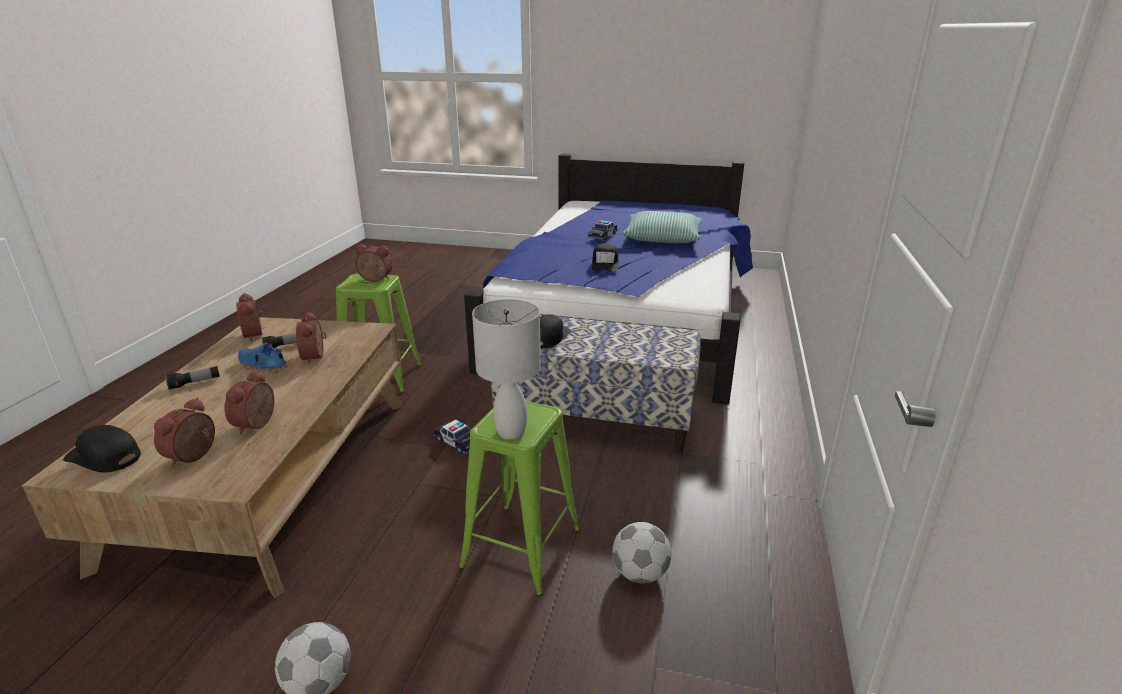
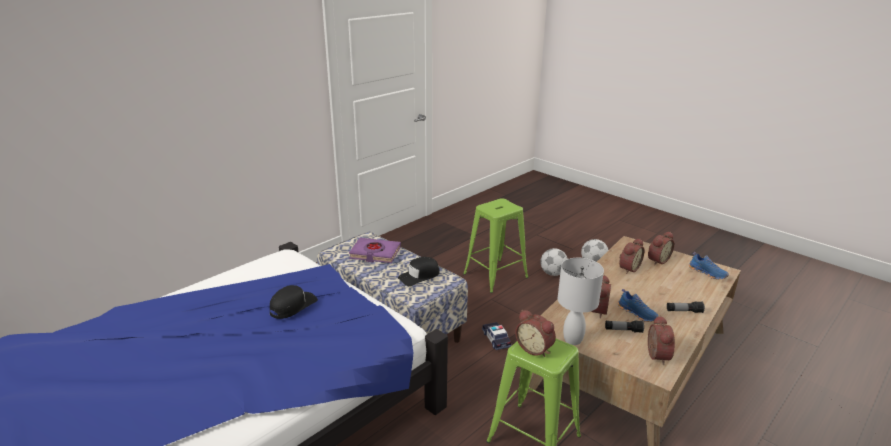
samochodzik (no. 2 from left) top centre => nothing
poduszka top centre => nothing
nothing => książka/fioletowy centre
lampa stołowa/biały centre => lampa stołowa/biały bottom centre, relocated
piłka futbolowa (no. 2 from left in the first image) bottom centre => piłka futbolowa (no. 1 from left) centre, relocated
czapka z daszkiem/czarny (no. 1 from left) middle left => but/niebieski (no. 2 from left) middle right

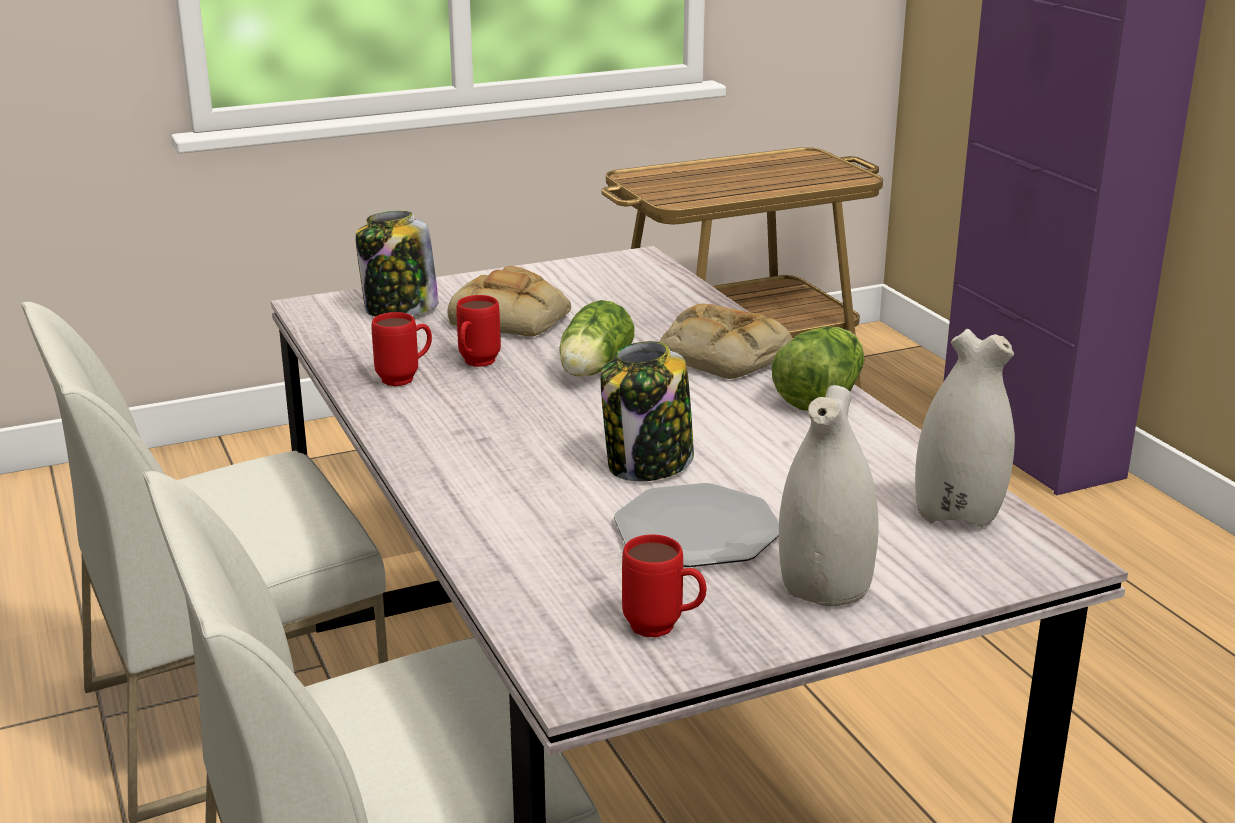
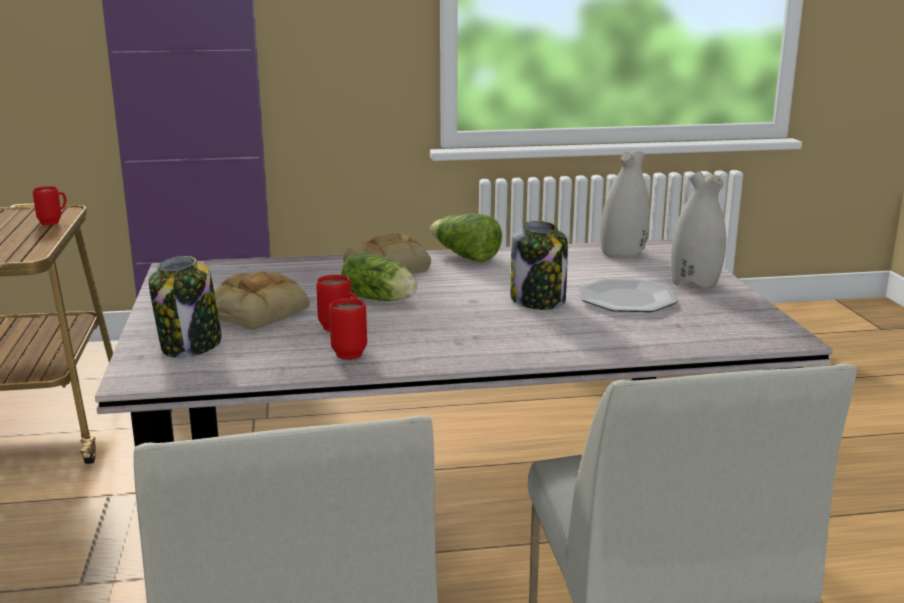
kubek/czerwony (no. 3 from left in the first image) bottom centre => kubek/czerwony (no. 1 from left) middle left, relocated

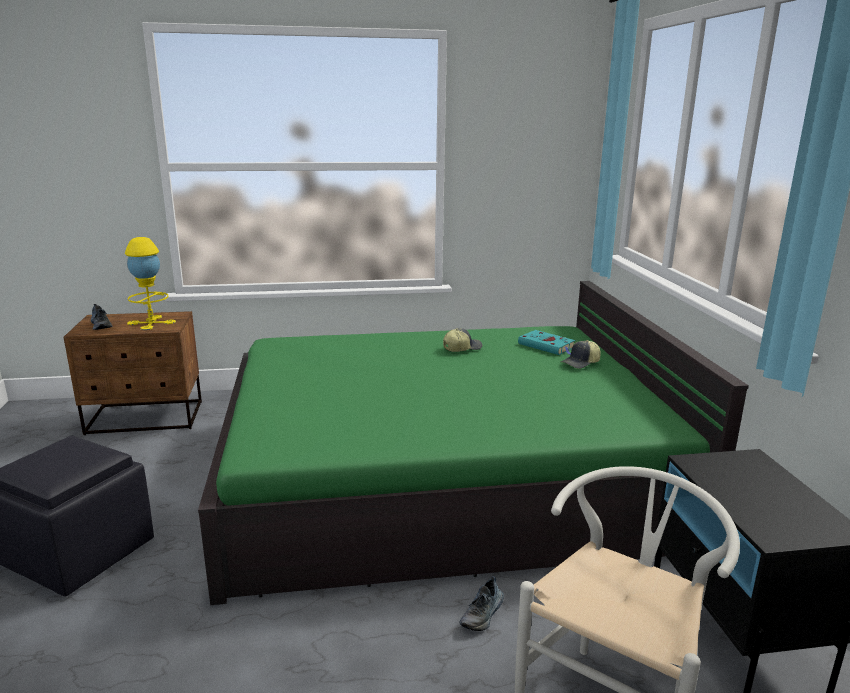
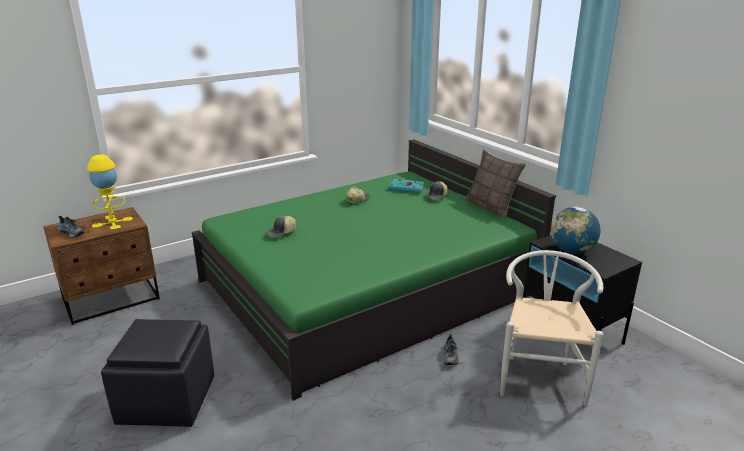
nothing => czapka z daszkiem (no. 1 from left) centre
nothing => poduszka centre
nothing => globus middle right

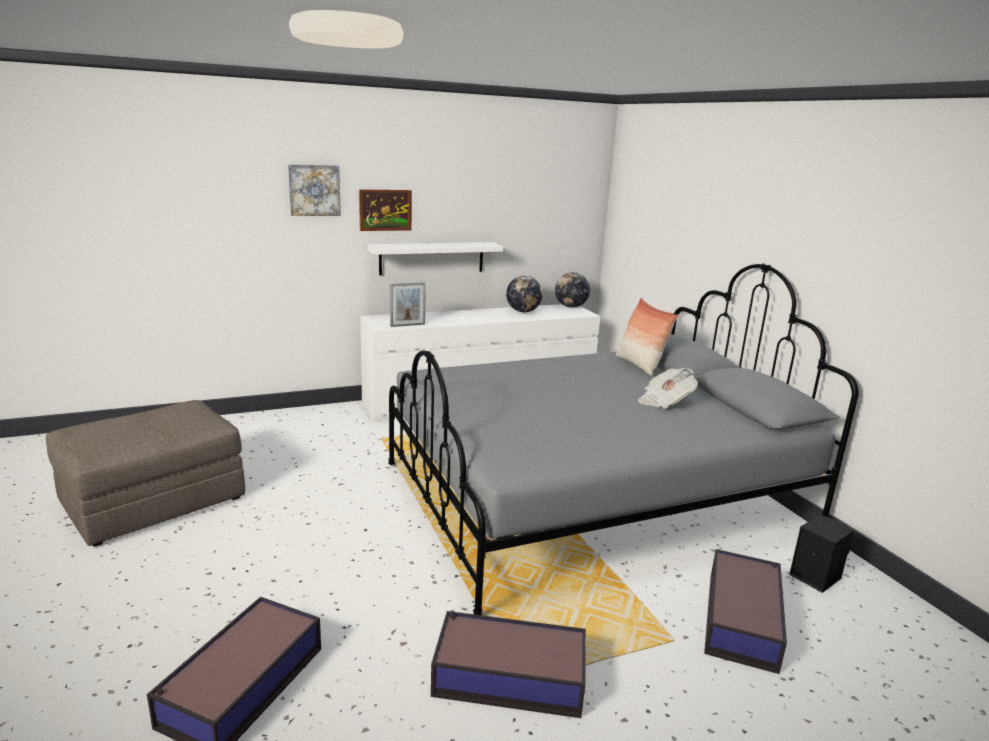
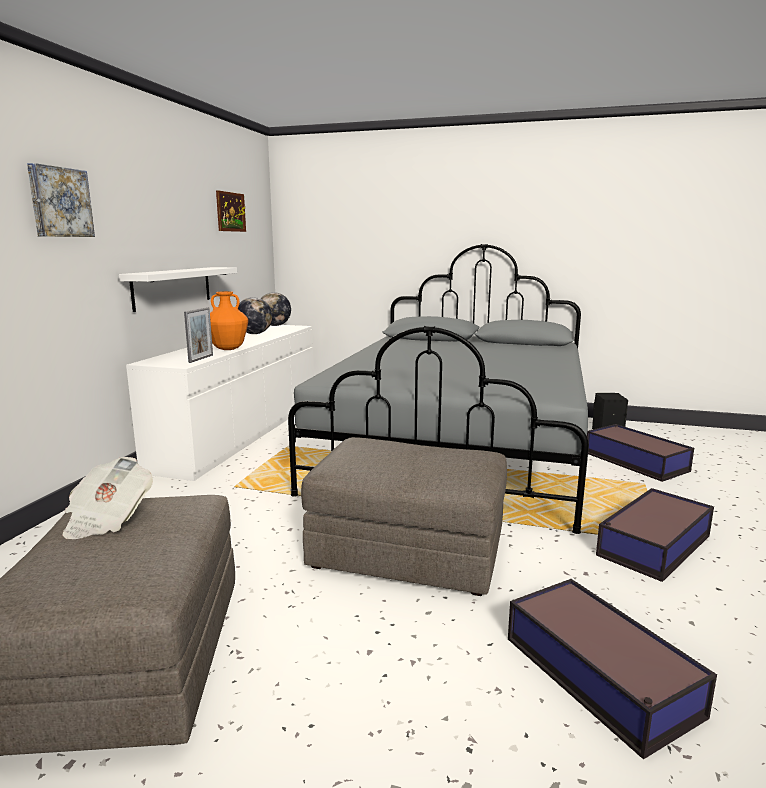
poduszka centre => nothing
nothing => wazon/pomarańczowy middle left
nothing => pufa/szary (no. 2 from left) centre
obraz (no. 2 from left) top centre => obraz (no. 2 from left) top left, relocated
gazeta middle right => gazeta middle left, relocated

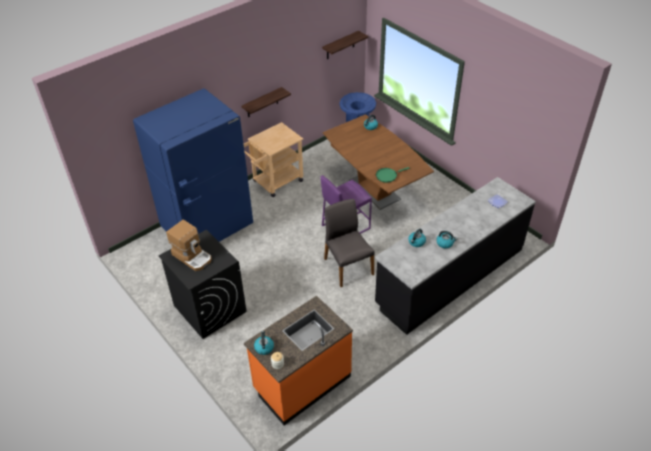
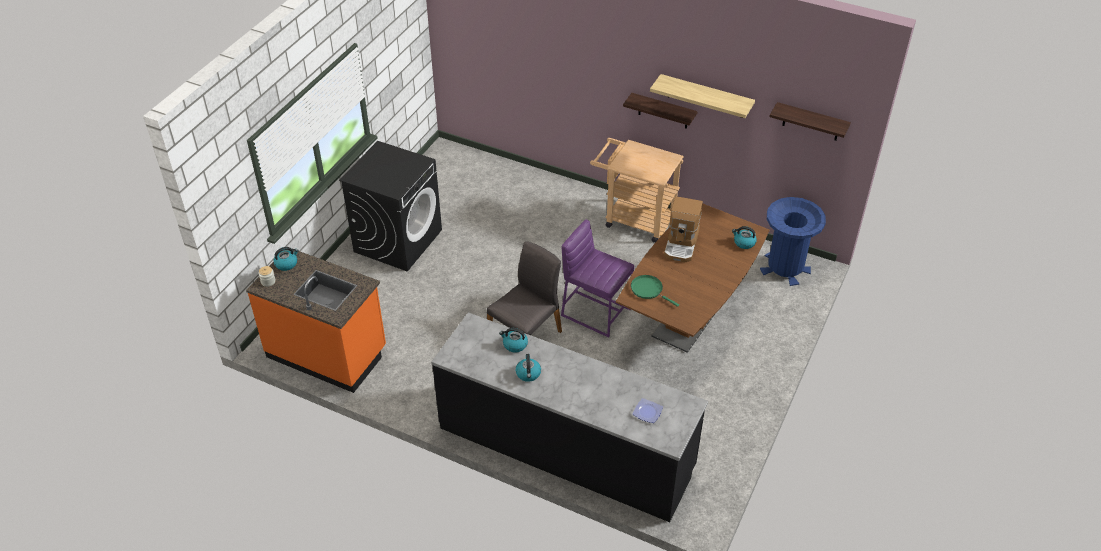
lodówka/niebieski middle left => nothing
nothing => półka (no. 2 from left) top centre
ekspres do kawy middle left => ekspres do kawy centre, relocated

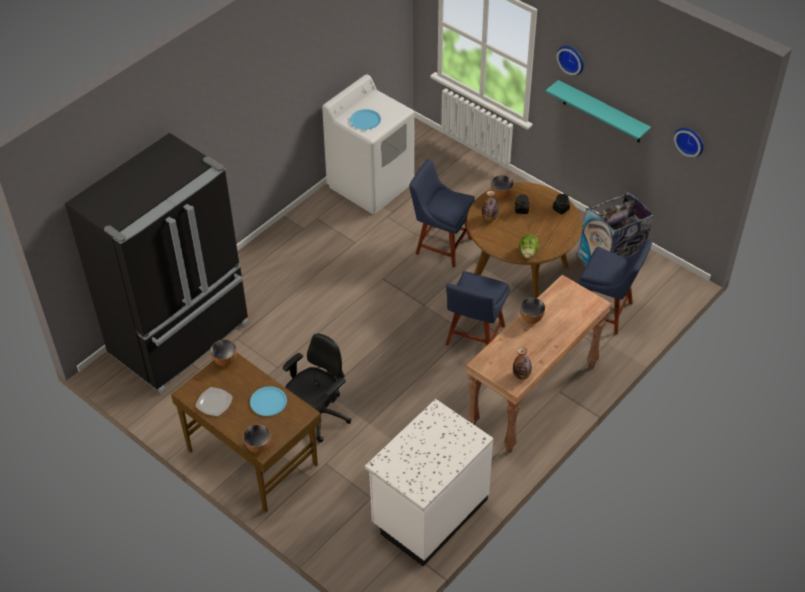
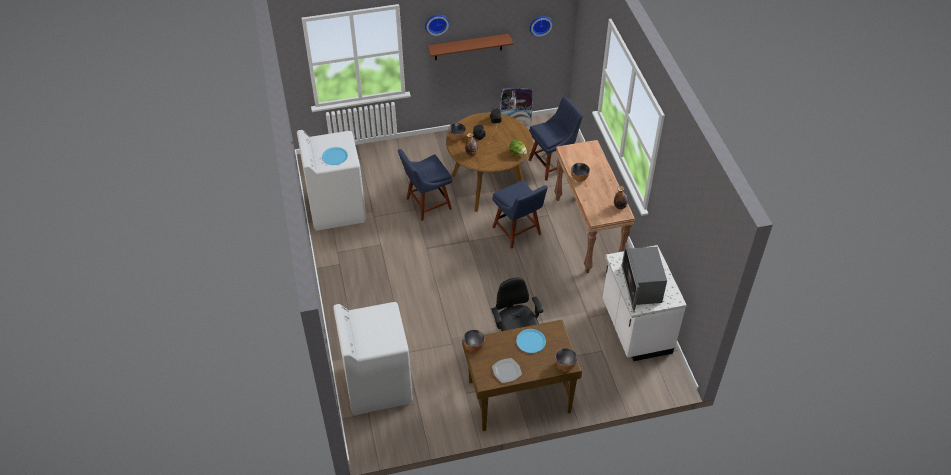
nothing => mikrofalówka middle right
lodówka/czarny middle left => pralka/biały (no. 2 from left) bottom centre
półka/turkusowy top right => półka/brązowy top centre

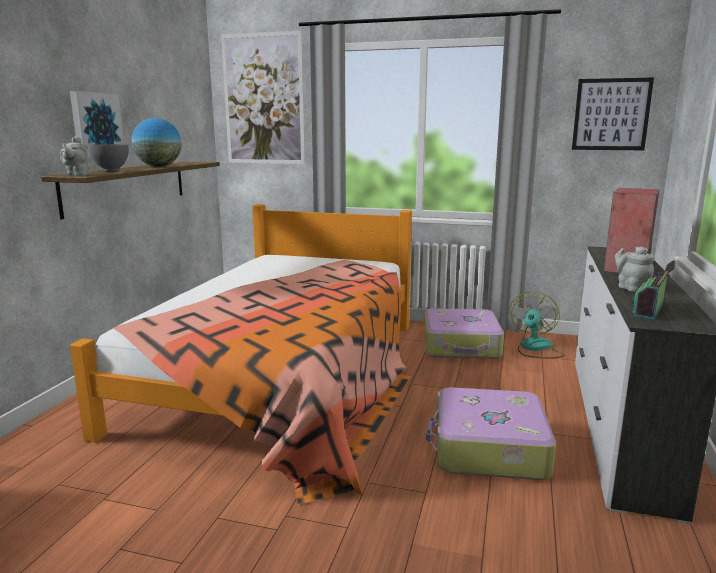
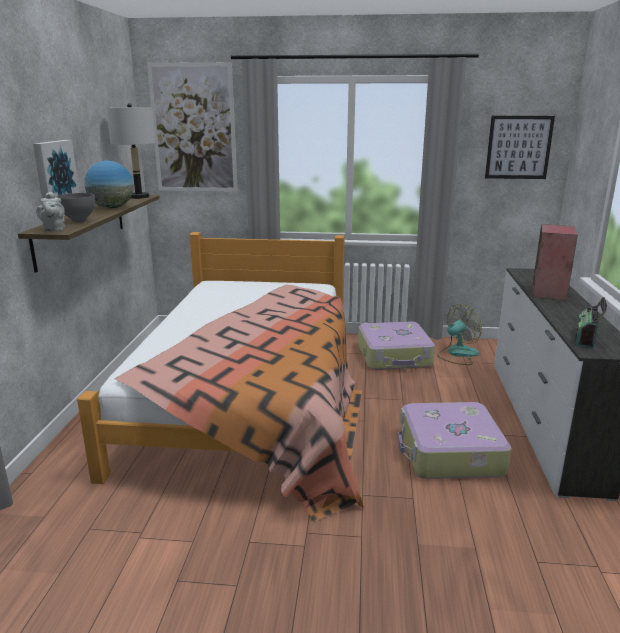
imbryk/szary (no. 2 from left) middle right => nothing
nothing => lampa stołowa/szary top left
wentylator middle right, 45 degrees clockwise

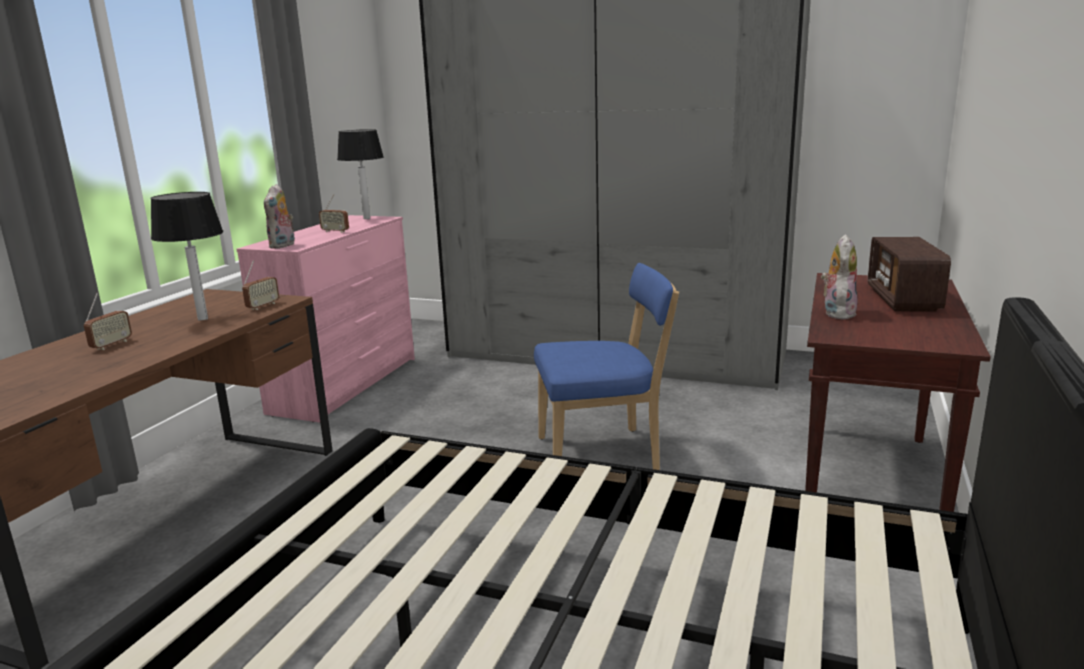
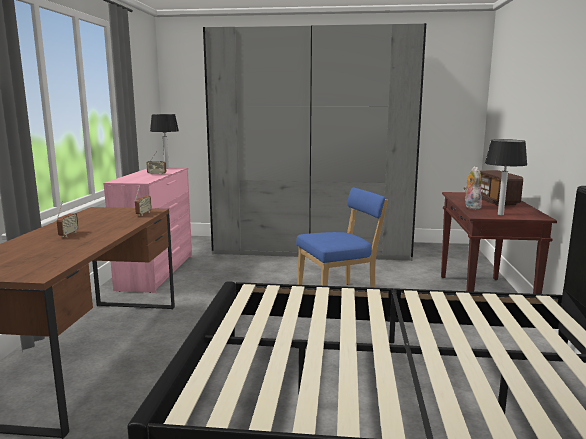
pluszak (no. 1 from left) top left => nothing
lampa stołowa (no. 1 from left in the first image) middle left => lampa stołowa (no. 2 from left) middle right, relocated

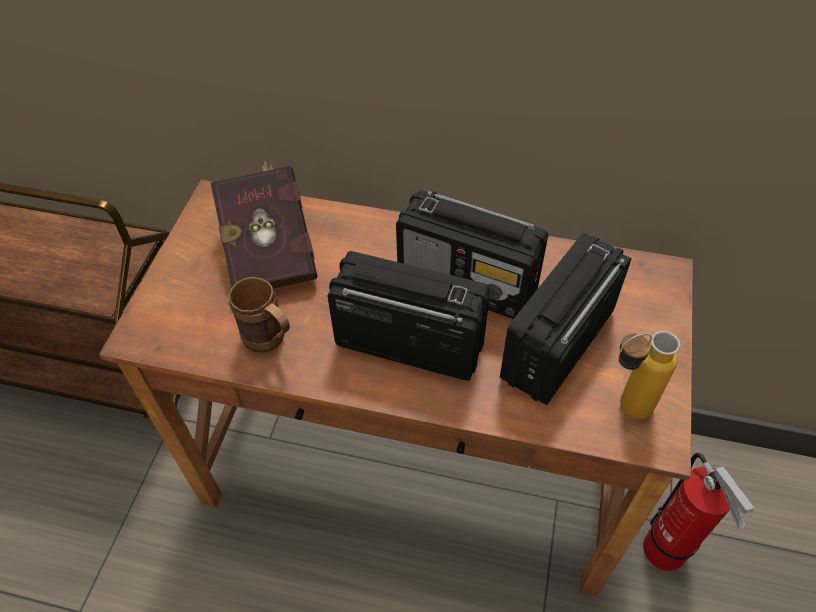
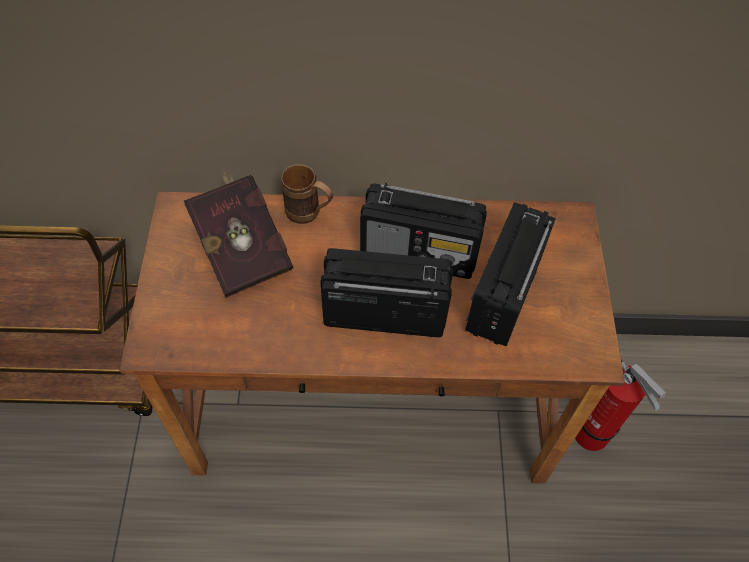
butelka middle right => nothing
kubek/brązowy middle left => kubek/brązowy centre, relocated

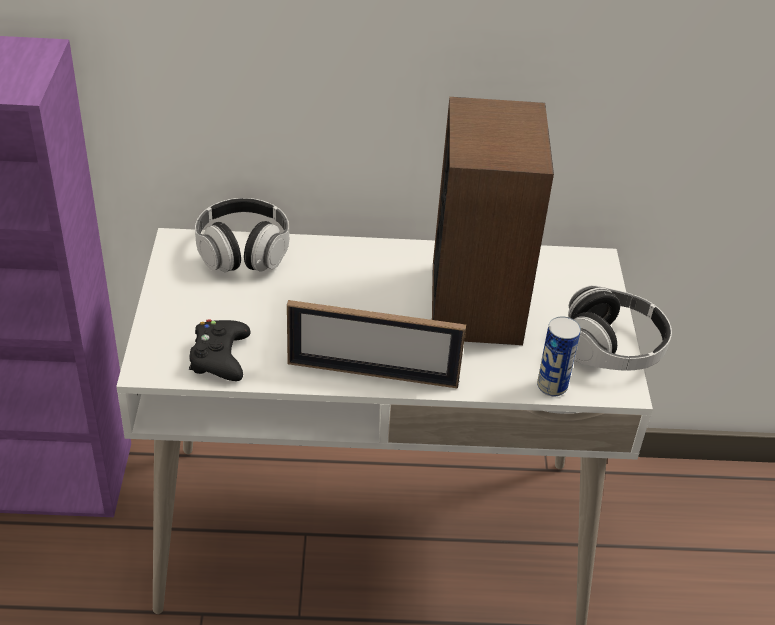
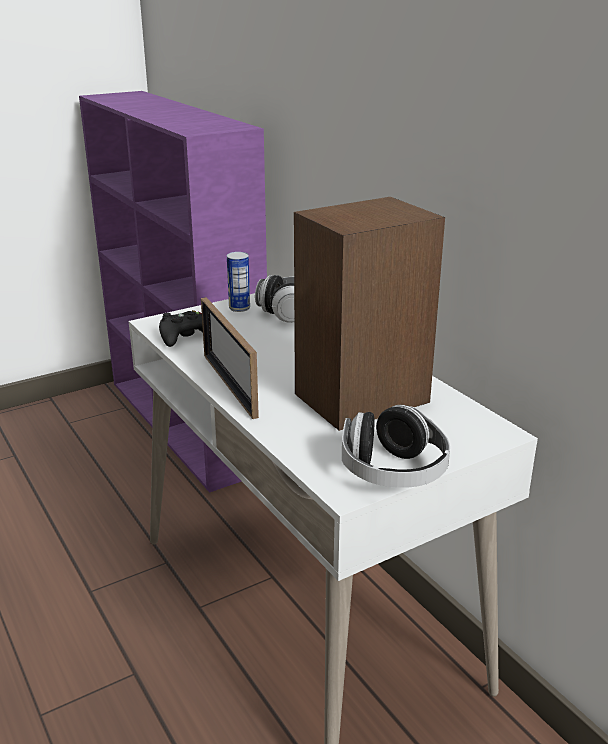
puszka middle right => puszka centre, relocated

